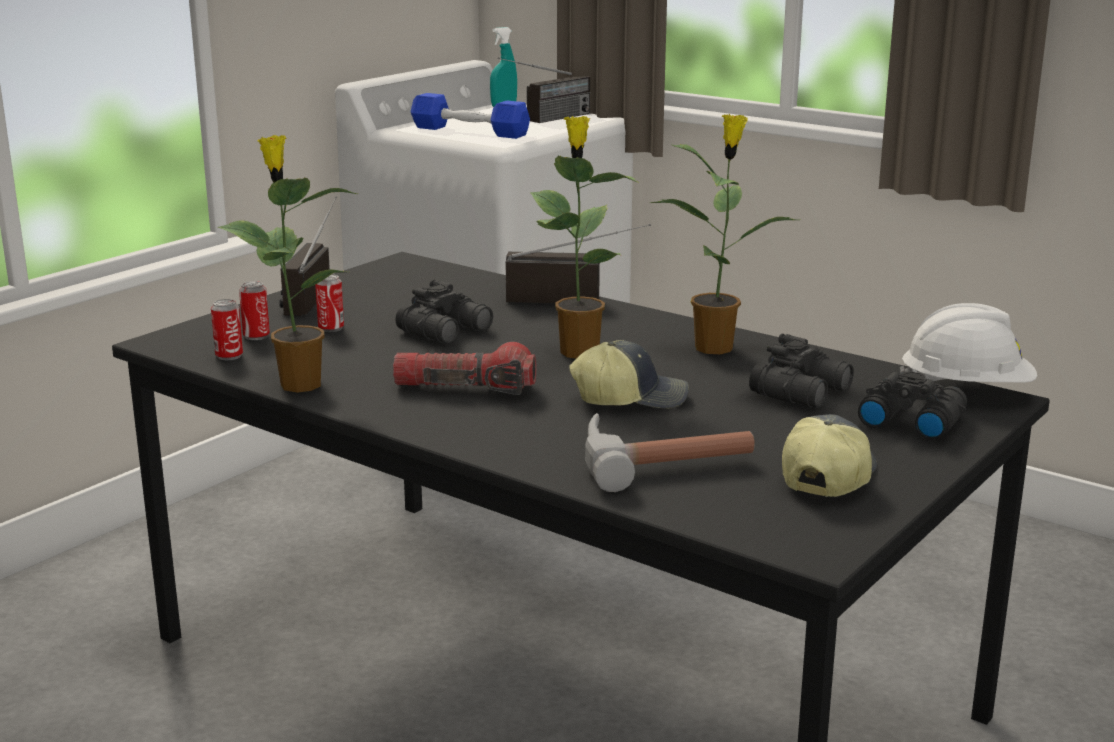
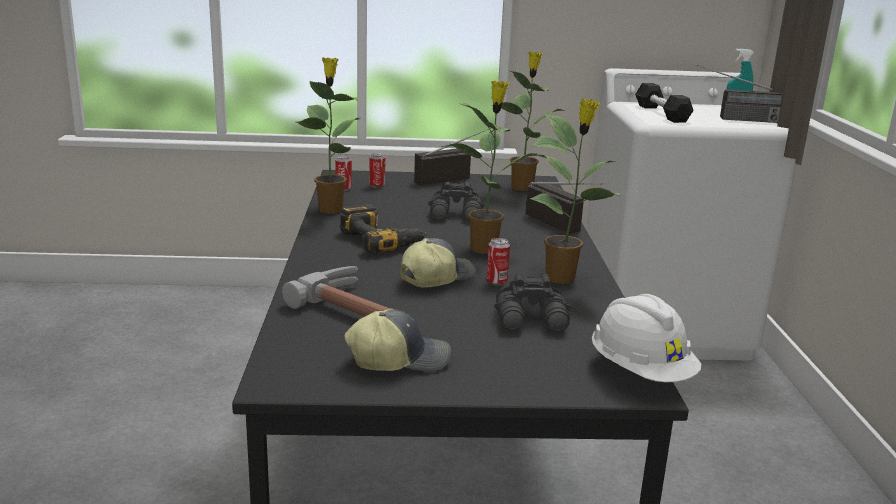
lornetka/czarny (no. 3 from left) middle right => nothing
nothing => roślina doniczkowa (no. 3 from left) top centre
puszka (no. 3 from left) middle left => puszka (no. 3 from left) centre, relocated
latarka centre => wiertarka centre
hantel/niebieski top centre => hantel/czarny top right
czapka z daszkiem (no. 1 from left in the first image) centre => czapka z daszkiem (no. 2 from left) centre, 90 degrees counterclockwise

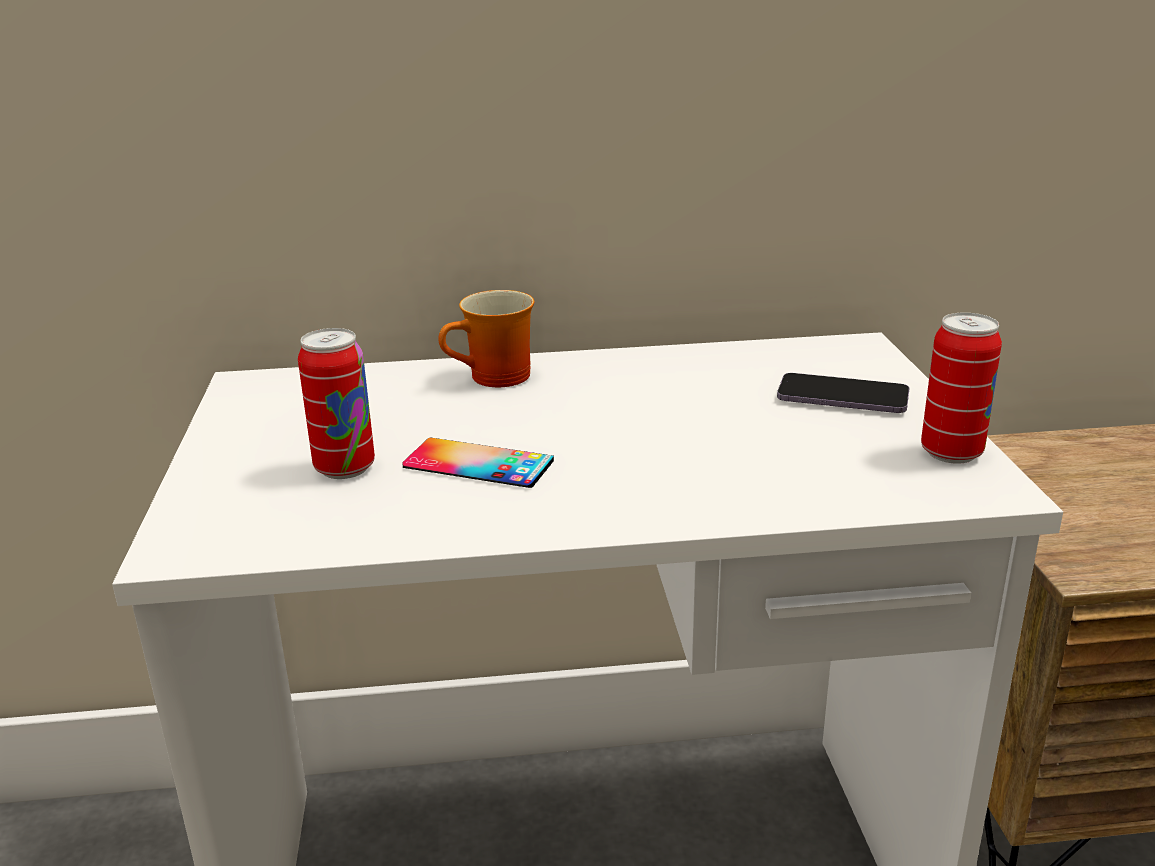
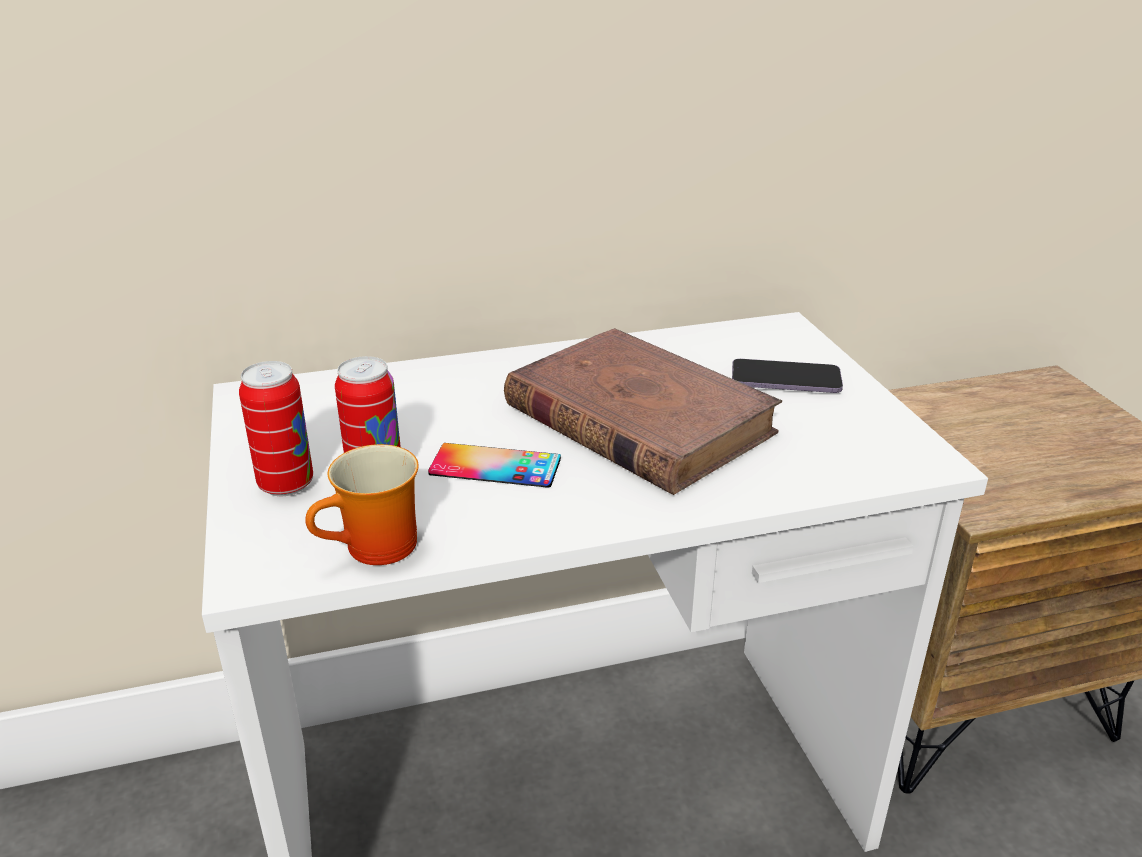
nothing => książka/brązowy centre
kubek centre => kubek middle left, relocated
puszka (no. 2 from left in the first image) middle right => puszka (no. 1 from left) middle left, relocated

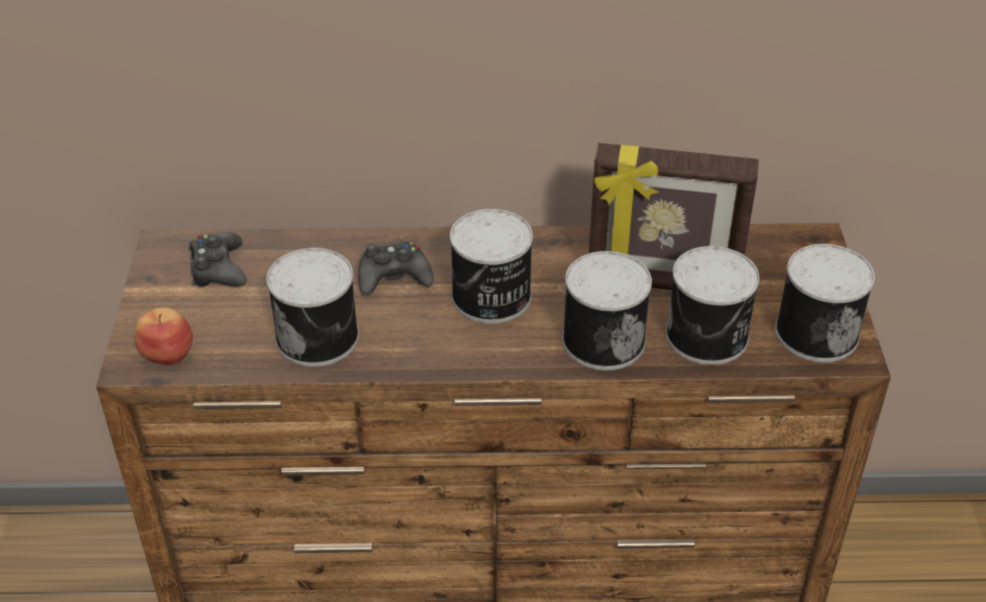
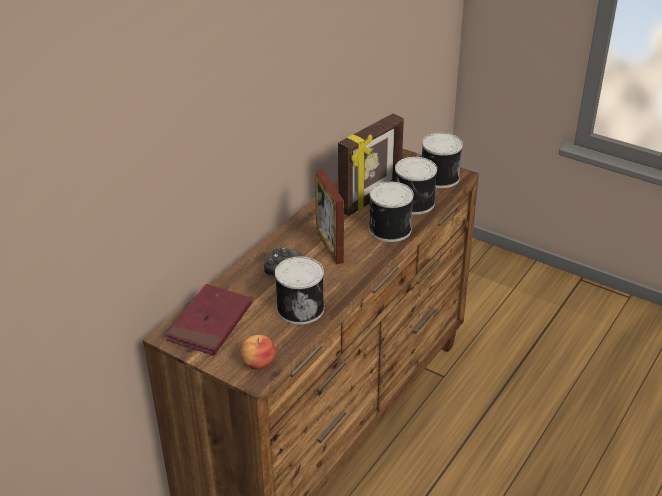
pad do gier/czarny (no. 1 from left) middle left => książka/czerwony middle left
puszka (no. 2 from left) centre => ramka na zdjęcie (no. 1 from left) centre

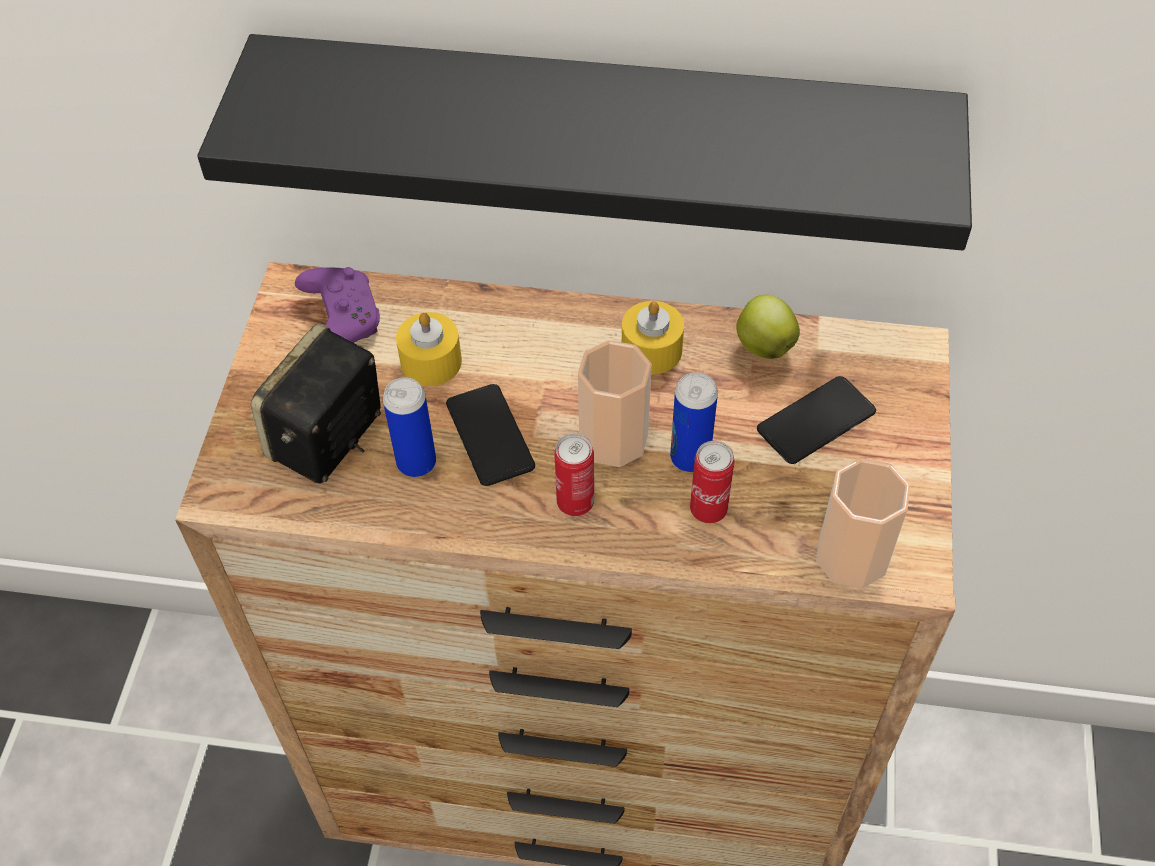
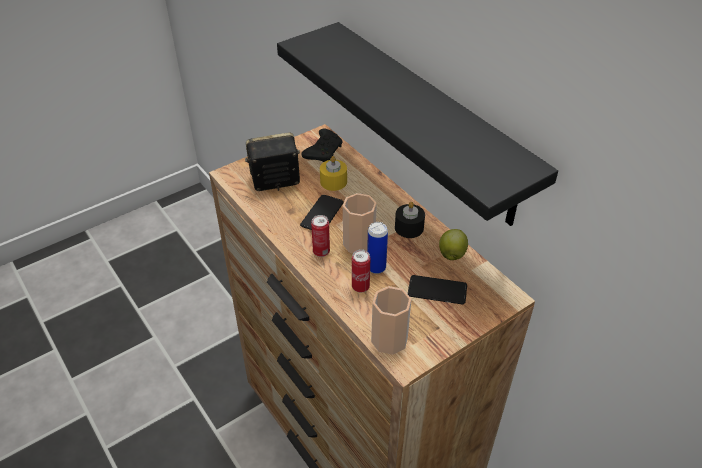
puszka (no. 1 from left) centre => nothing
pad do gier/fioletowy middle left => pad do gier/czarny top centre
świeca/żółty (no. 2 from left) centre => świeca/czarny centre

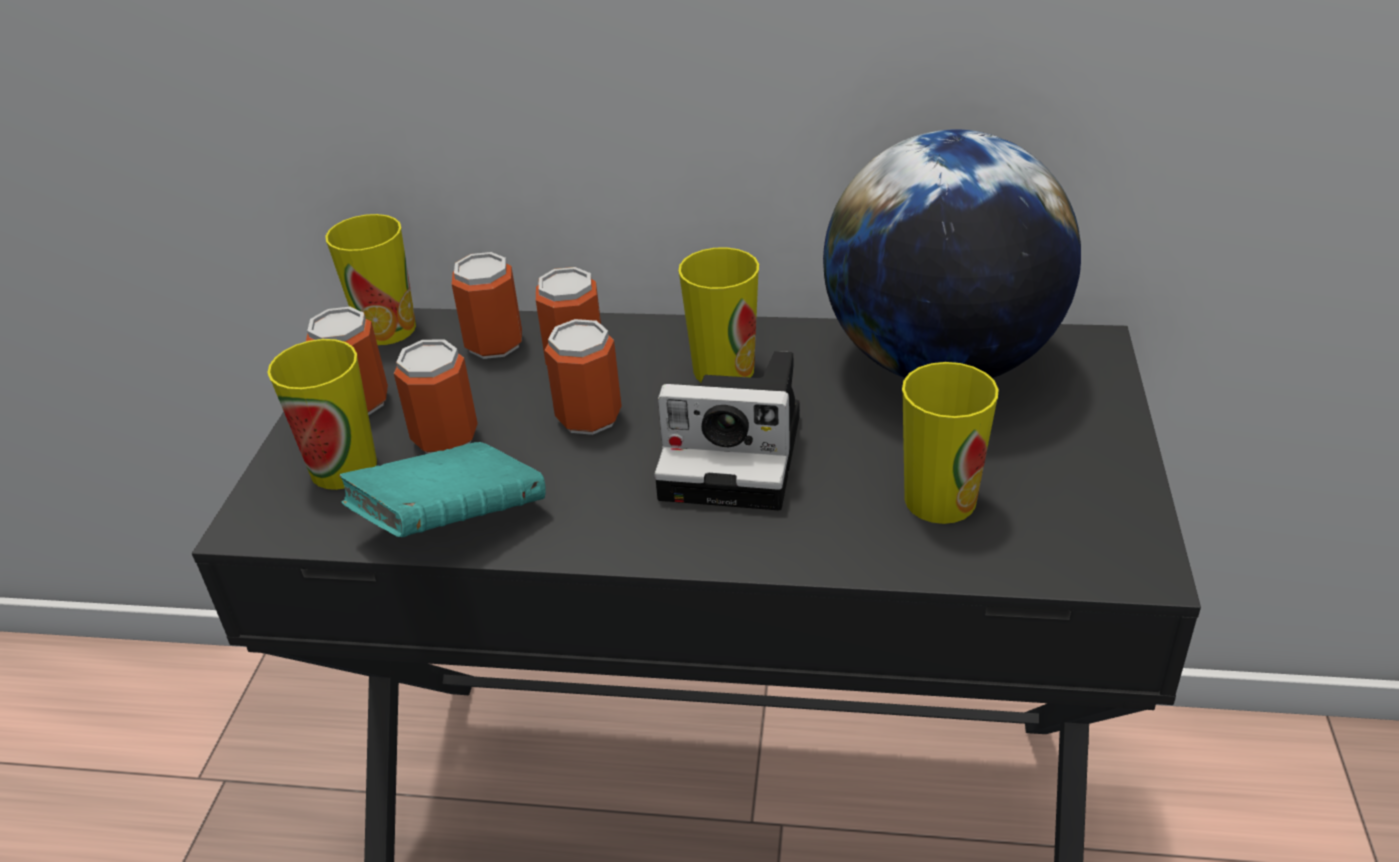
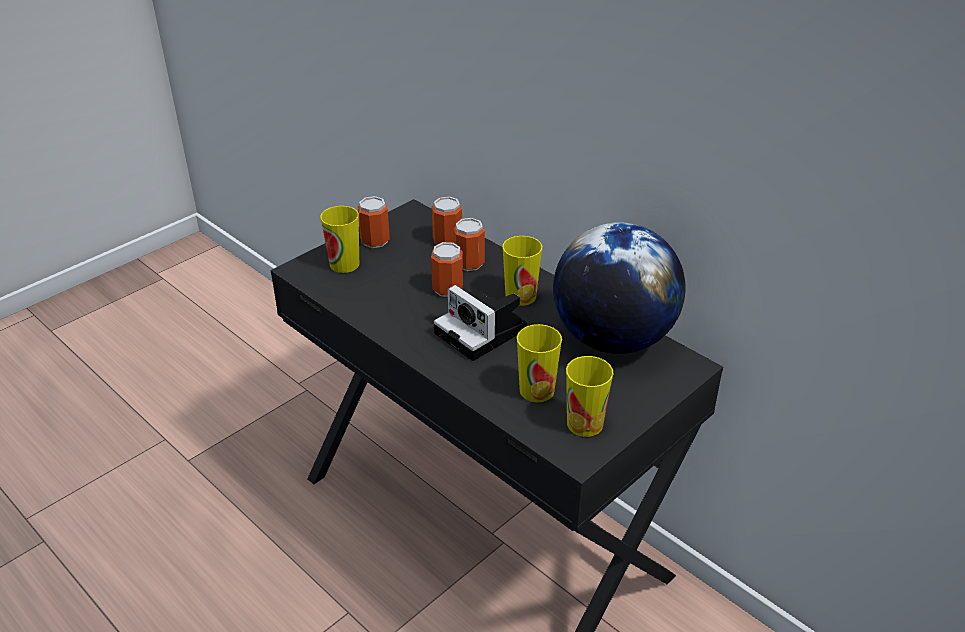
książka/turkusowy middle left => nothing
puszka (no. 2 from left) middle left => nothing
filiżanka (no. 2 from left in the first image) top left => filiżanka (no. 4 from left) centre, relocated

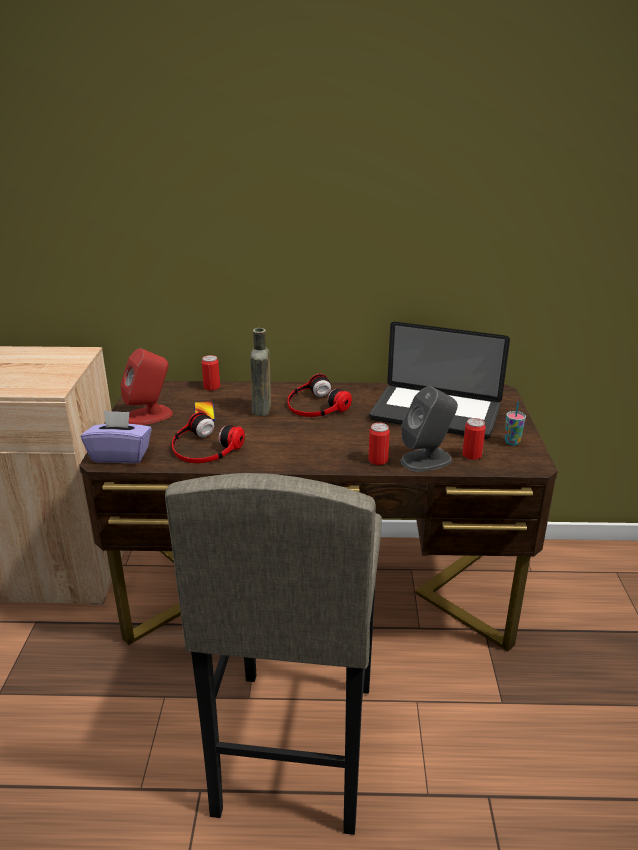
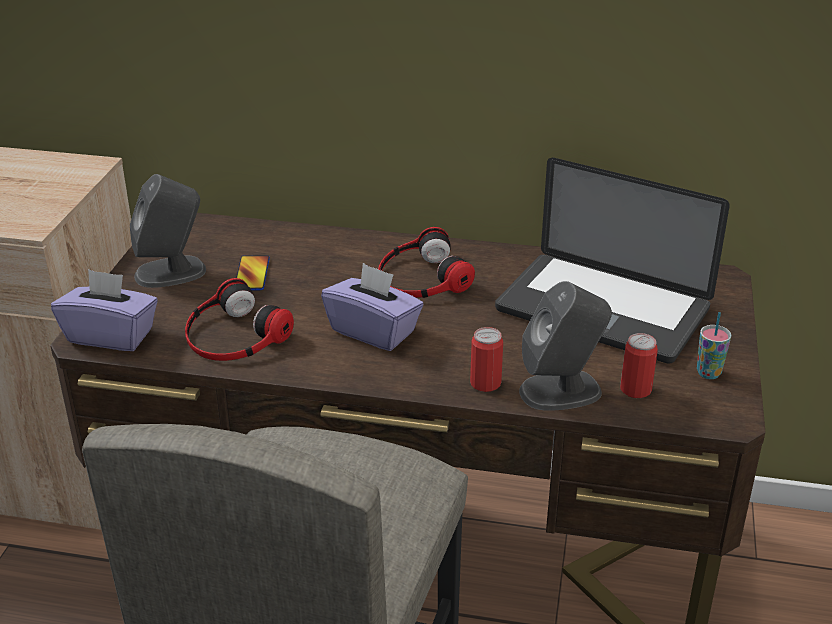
puszka (no. 1 from left) middle left => nothing
butelka/brązowy centre => nothing
nothing => pudełko chusteczek/fioletowy (no. 2 from left) centre
głośnik/czerwony middle left => głośnik/szary (no. 1 from left) middle left

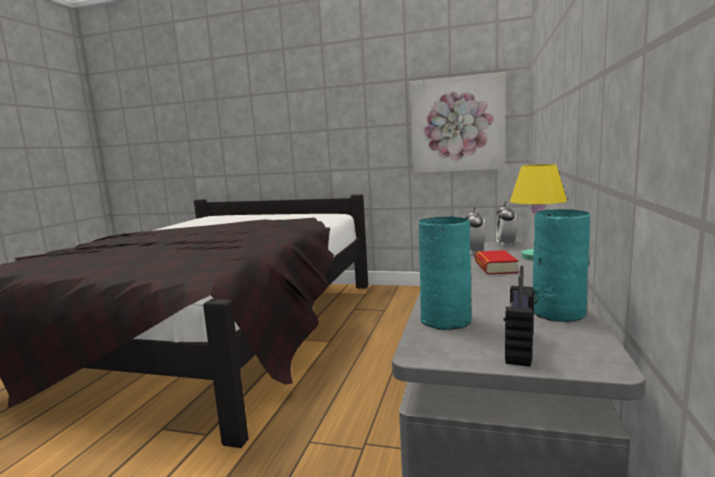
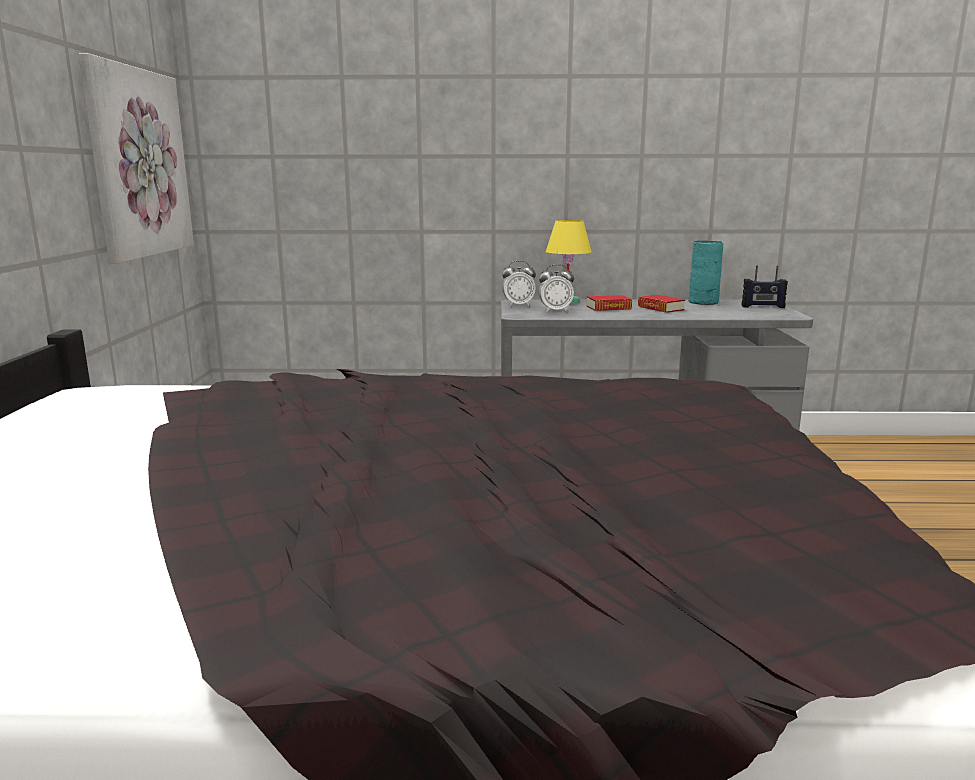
wazon/turkusowy (no. 1 from left) centre => nothing
nothing => książka (no. 2 from left) middle right

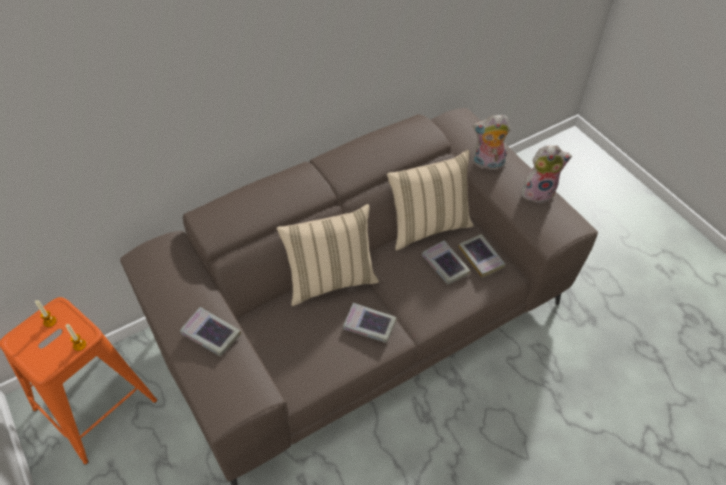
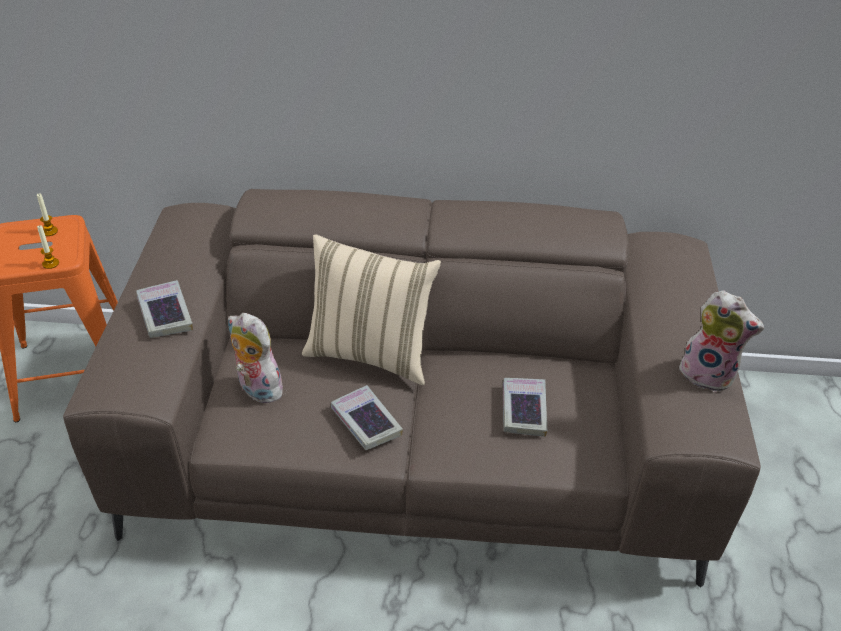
poduszka/beżowy (no. 2 from left) centre => nothing
książka (no. 4 from left) centre => nothing
pluszak (no. 1 from left) top right => pluszak (no. 1 from left) middle left, relocated

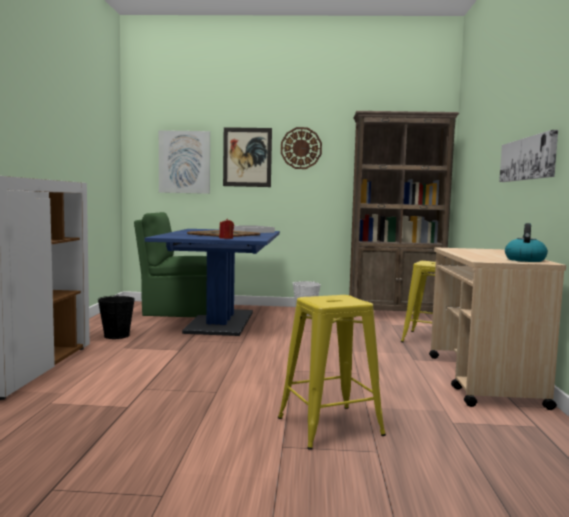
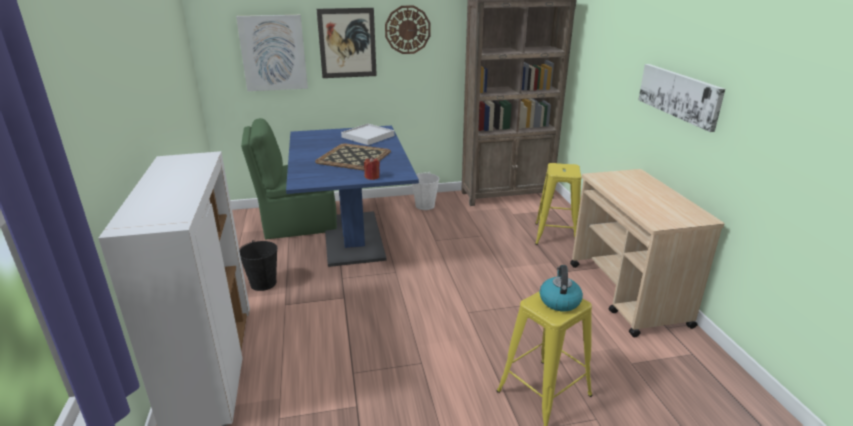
czajnik middle right => czajnik bottom centre, relocated

